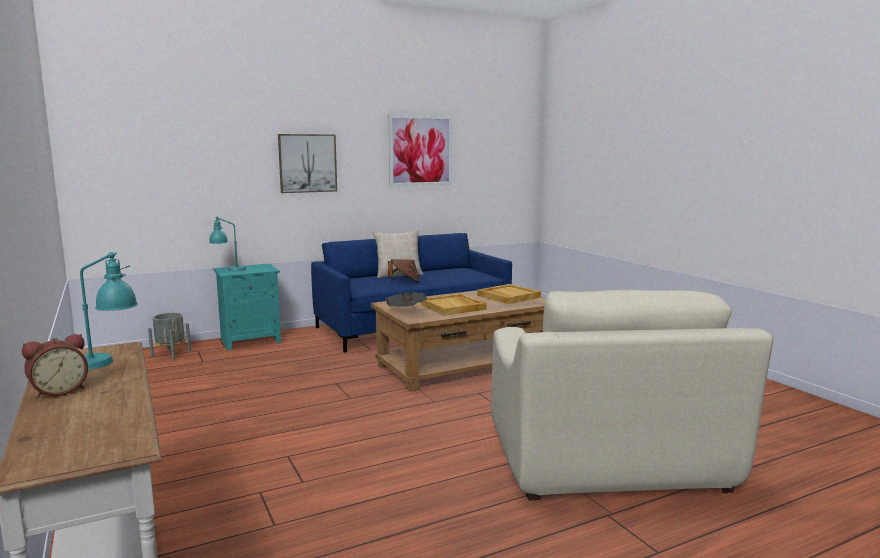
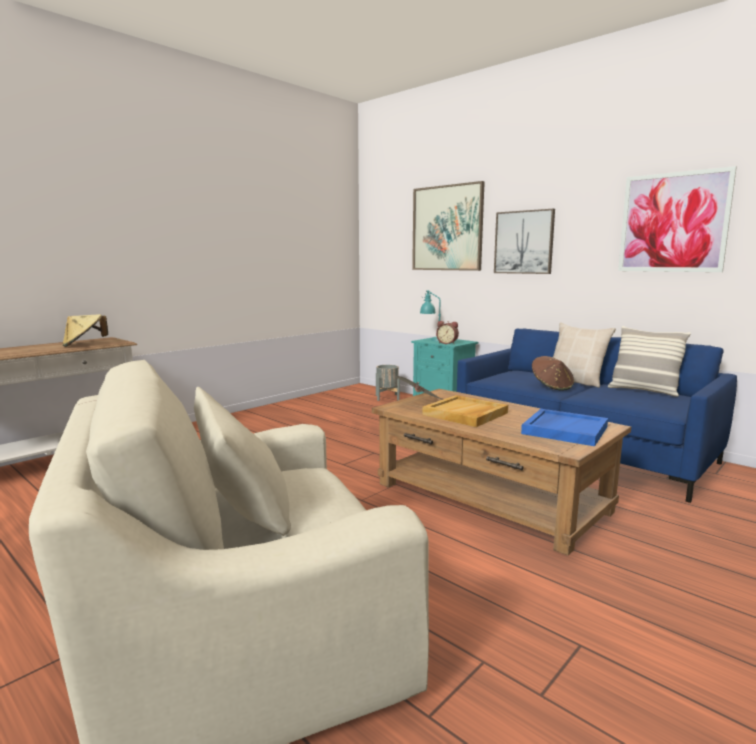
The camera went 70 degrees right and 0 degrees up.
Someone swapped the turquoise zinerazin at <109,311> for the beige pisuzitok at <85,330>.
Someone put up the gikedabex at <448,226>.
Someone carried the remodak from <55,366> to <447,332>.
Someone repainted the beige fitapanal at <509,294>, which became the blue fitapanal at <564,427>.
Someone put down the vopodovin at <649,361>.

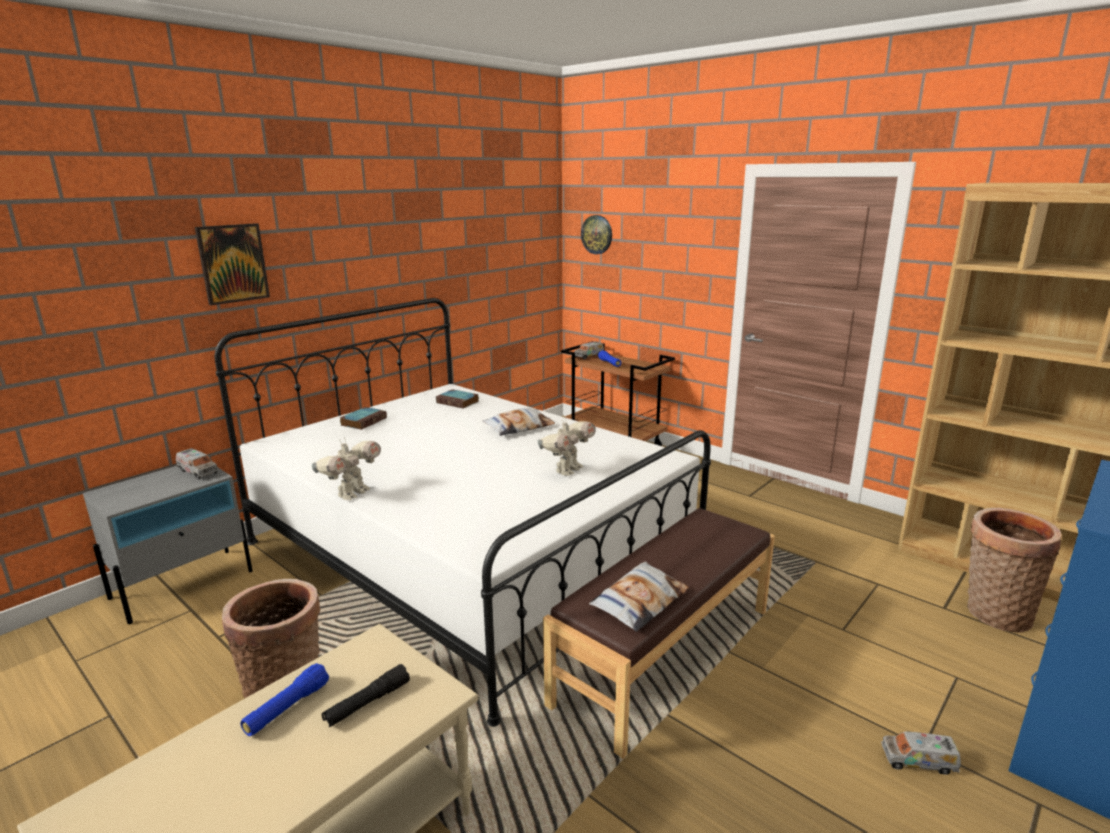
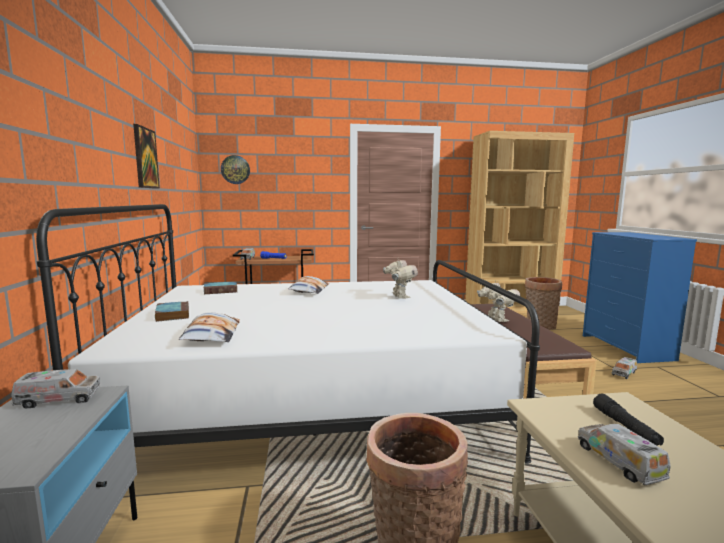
The camera went 50 degrees left and 10 degrees down.
Someone carried the gikedabex from <232,264> to <146,156>.
Someone carried the vopodovin from <639,596> to <209,327>.
Someone carried the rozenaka from <346,468> to <499,301>.
Someone swapped the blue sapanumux at <284,699> for the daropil at <624,454>.

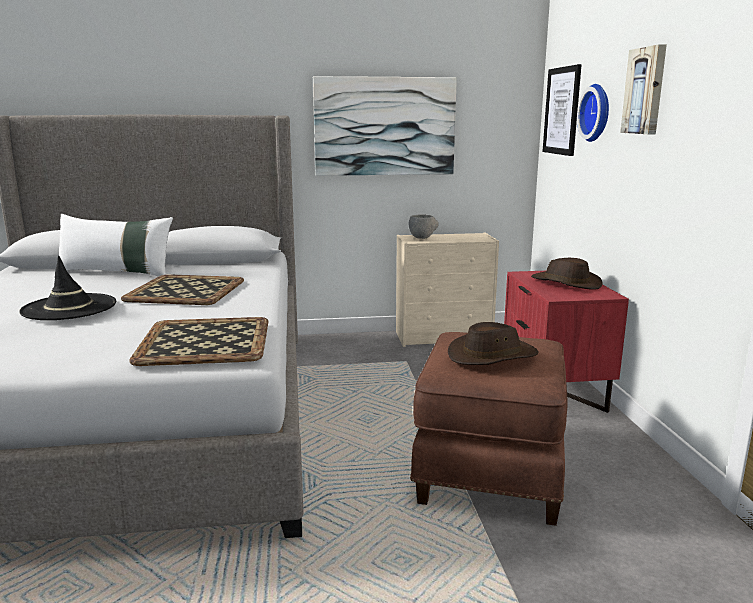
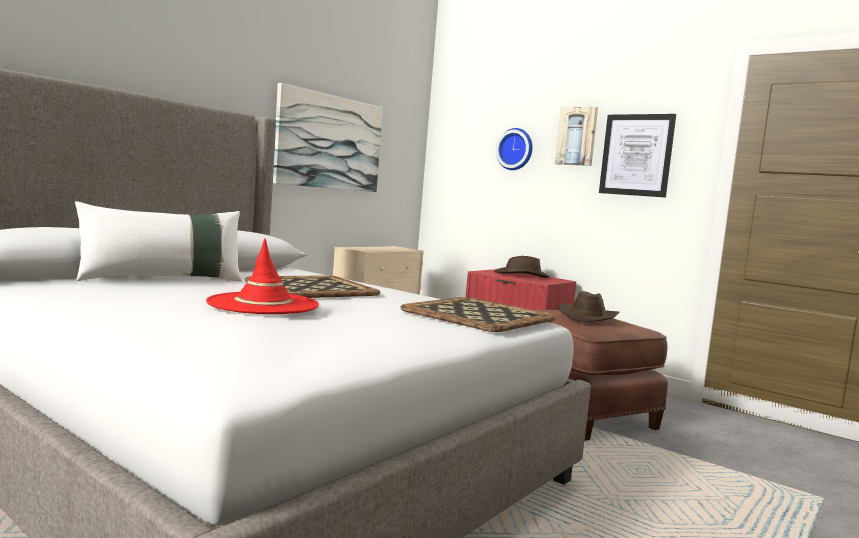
The camera went 45 degrees left and 10 degrees down.
Someone repainted the black pisuzitok at <67,288>, which became the red pisuzitok at <262,276>.
Someone carried the gikedabex from <562,110> to <637,155>.
Someone took away the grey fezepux at <424,226>.

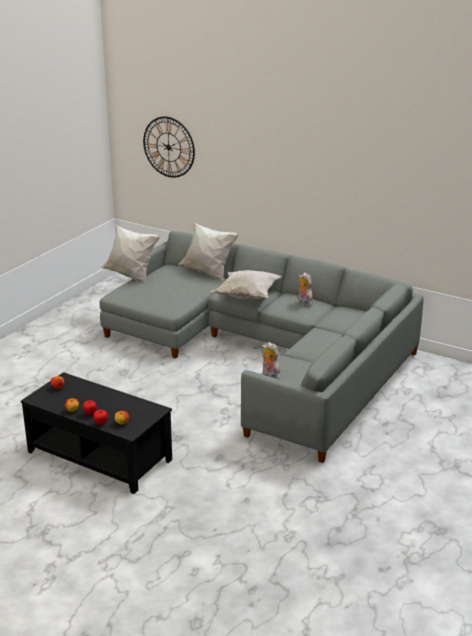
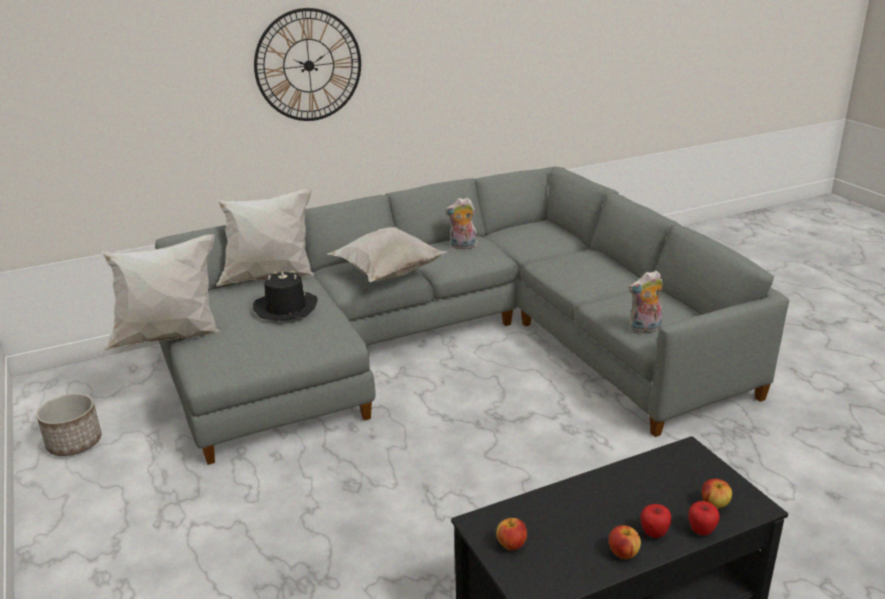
The camera went 55 degrees left and 0 degrees up.
Someone put down the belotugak at <69,424>.
Someone put down the black pisuzitok at <285,296>.
Someone carried the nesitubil from <169,147> to <307,64>.

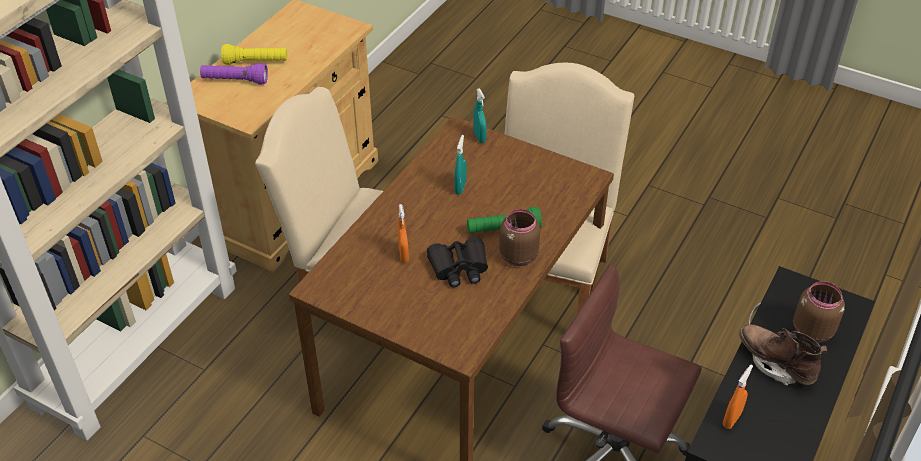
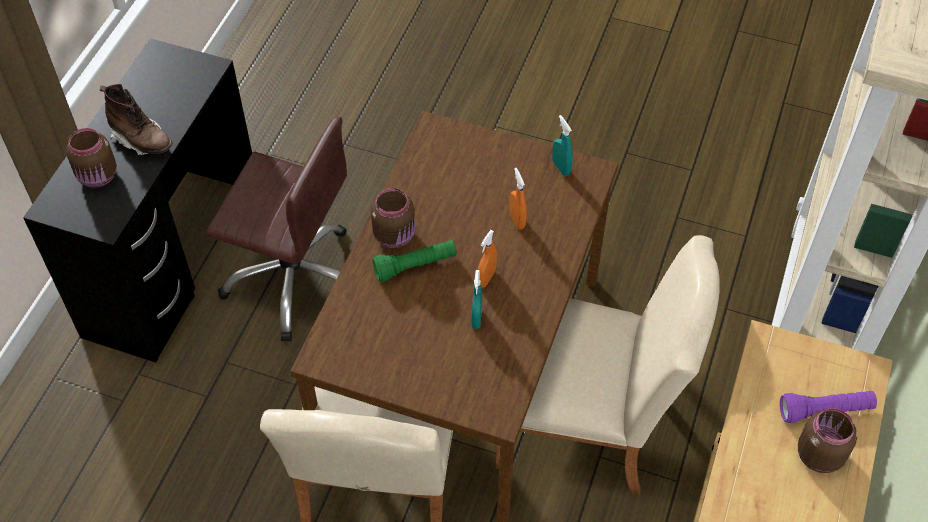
The camera went 170 degrees right and 10 degrees up.
Someone carried the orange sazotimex from <738,397> to <487,259>.
Someone carried the turquoise sazotimex from <480,115> to <562,145>.
Someone swapped the yellow sapanumux at <254,54> for the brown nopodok at <827,440>.
Someone took away the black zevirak at <457,262>.

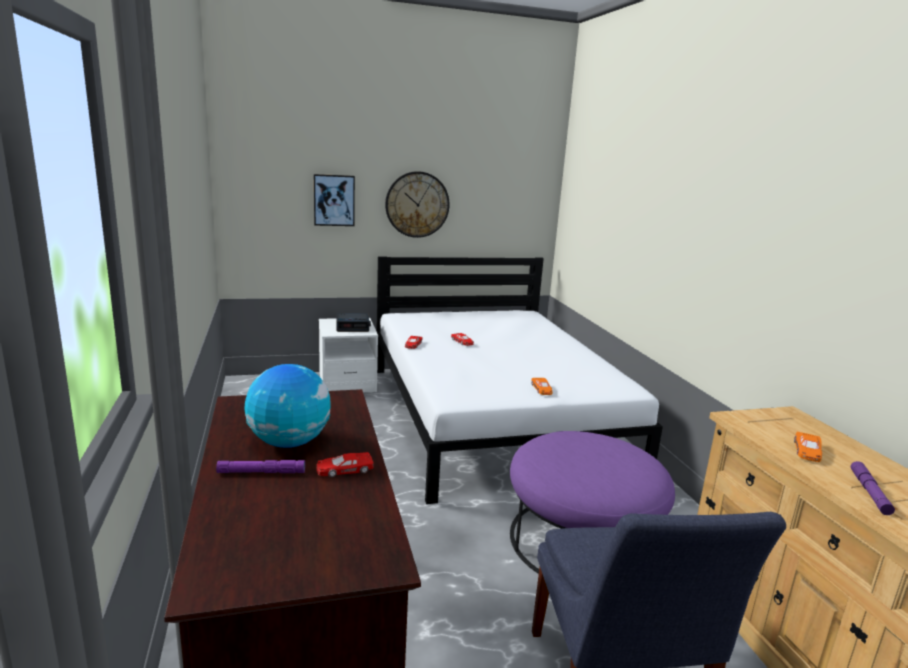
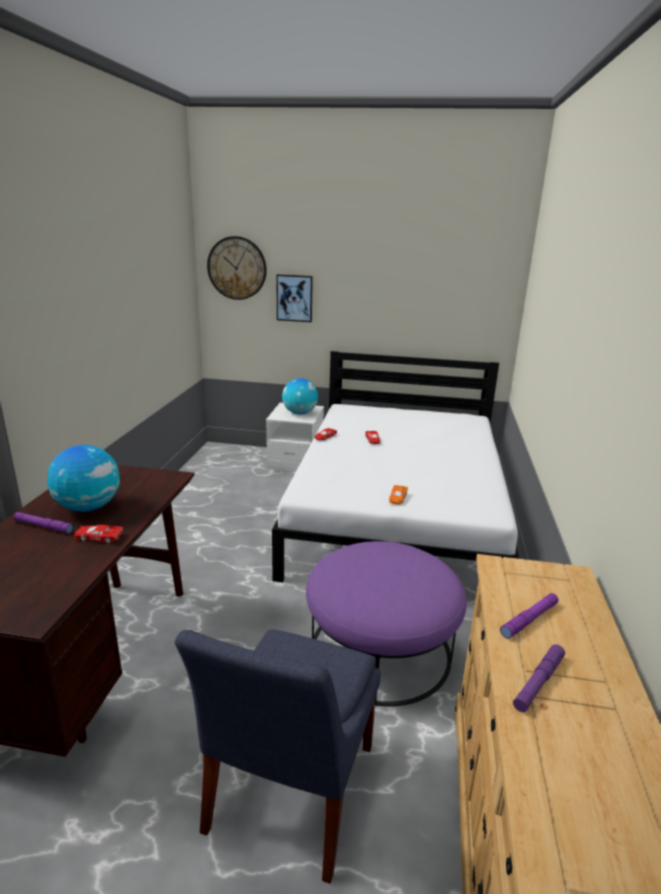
The camera went 25 degrees right and 5 degrees up.
Someone carried the nesitubil from <417,204> to <237,268>.
Someone swapped the remodak at <354,322> for the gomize at <300,396>.
Someone swapped the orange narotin at <808,447> for the purple sapanumux at <529,616>.

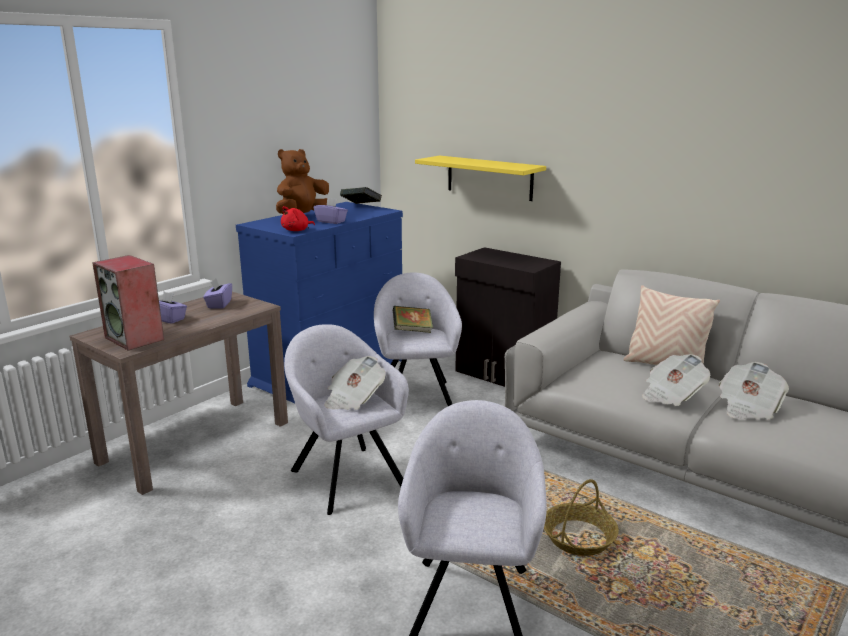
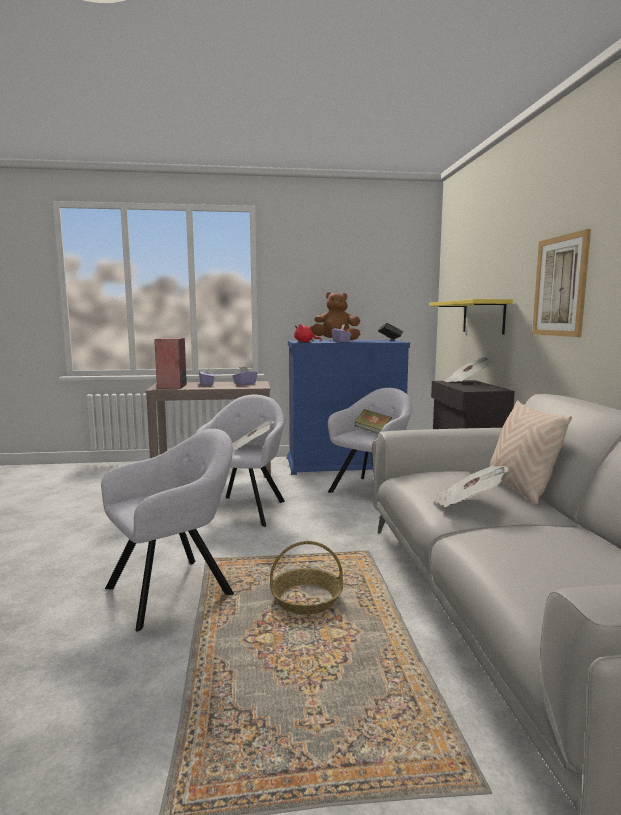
The camera went 45 degrees right and 10 degrees down.
Someone carried the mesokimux from <754,391> to <467,369>.
Someone put up the gikedabex at <561,283>.

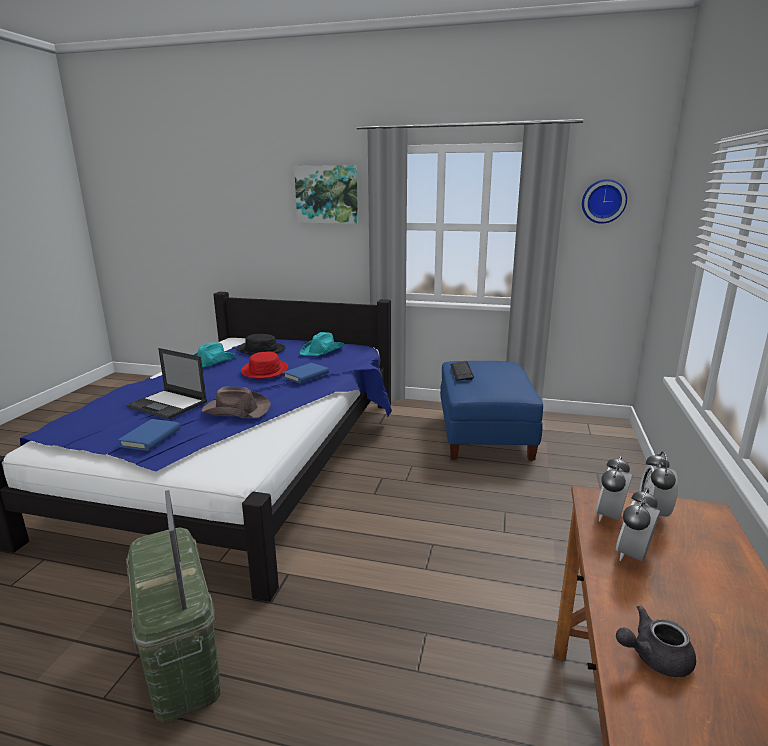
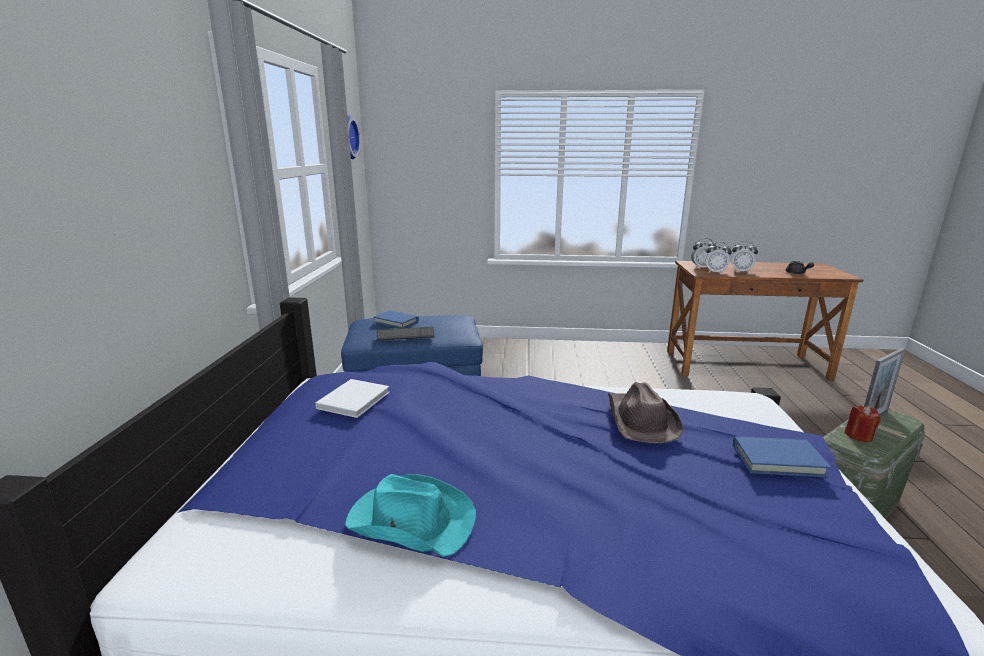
The camera went 100 degrees left and 0 degrees up.
Someone swapped the turquoise pisuzitok at <322,344> for the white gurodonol at <353,398>.
Someone carried the blue gurodonol from <306,373> to <396,319>.
Someone put down the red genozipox at <862,423>.
Someone took away the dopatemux at <167,383>.
Someone took away the black pisuzitok at <261,344>.
Someone took away the red pisuzitok at <264,365>.
Someone took away the gikedabex at <326,194>.

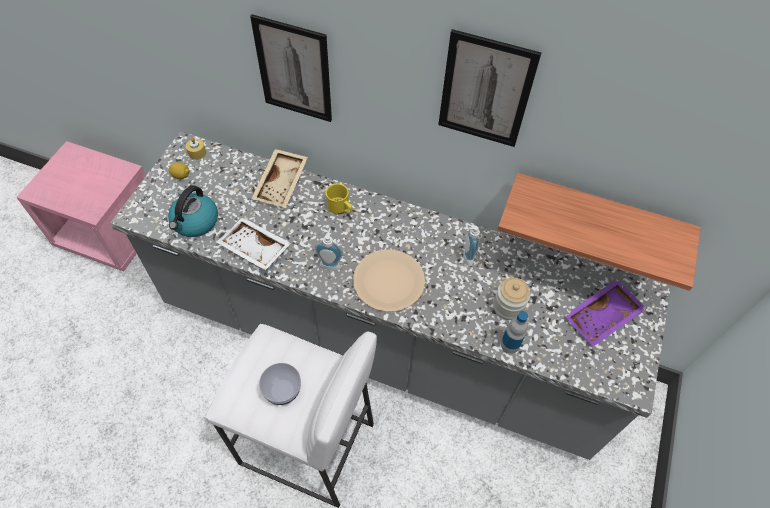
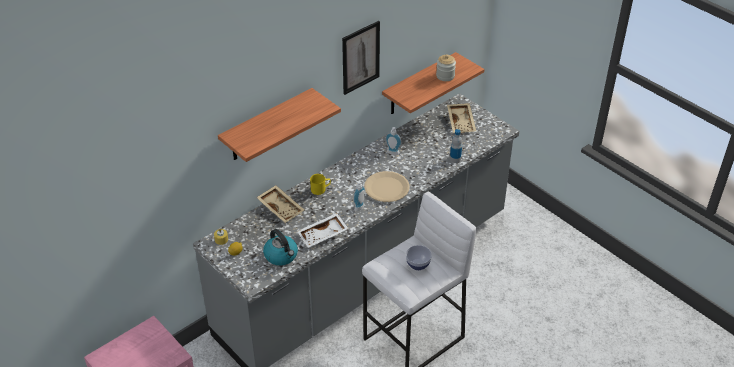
The camera went 60 degrees left and 15 degrees down.
Someone swapped the gikedabex at <291,68> for the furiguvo at <279,125>.
Someone carried the nopodok from <511,298> to <446,68>.
Someone repainted the purple fitapanal at <605,313>, which became the beige fitapanal at <461,118>.

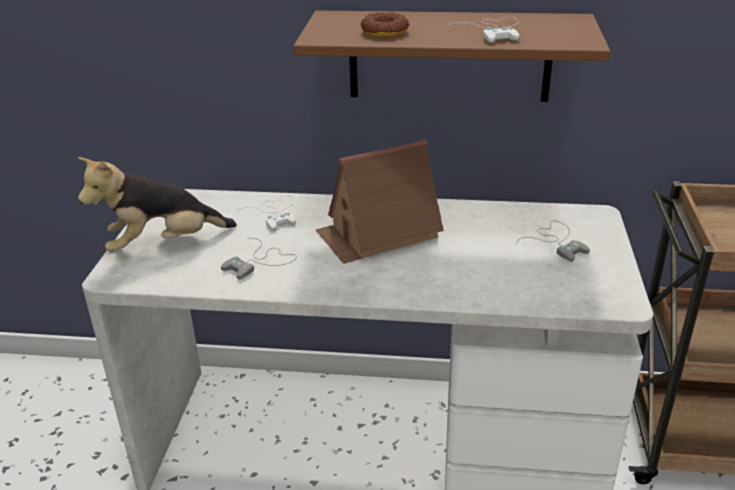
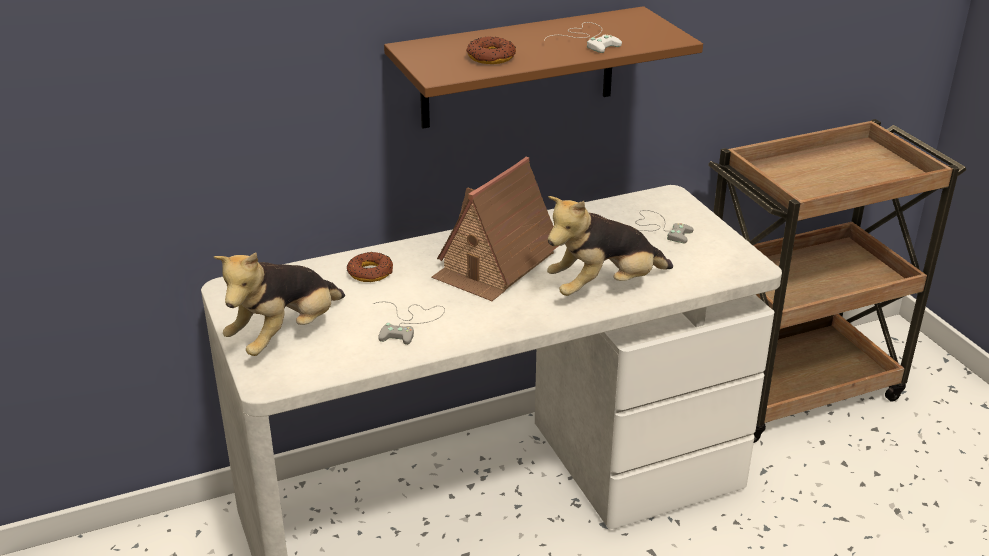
The camera went 30 degrees left and 0 degrees up.
Someone swapped the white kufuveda at <266,213> for the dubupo at <370,267>.
Someone put down the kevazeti at <610,246>.

